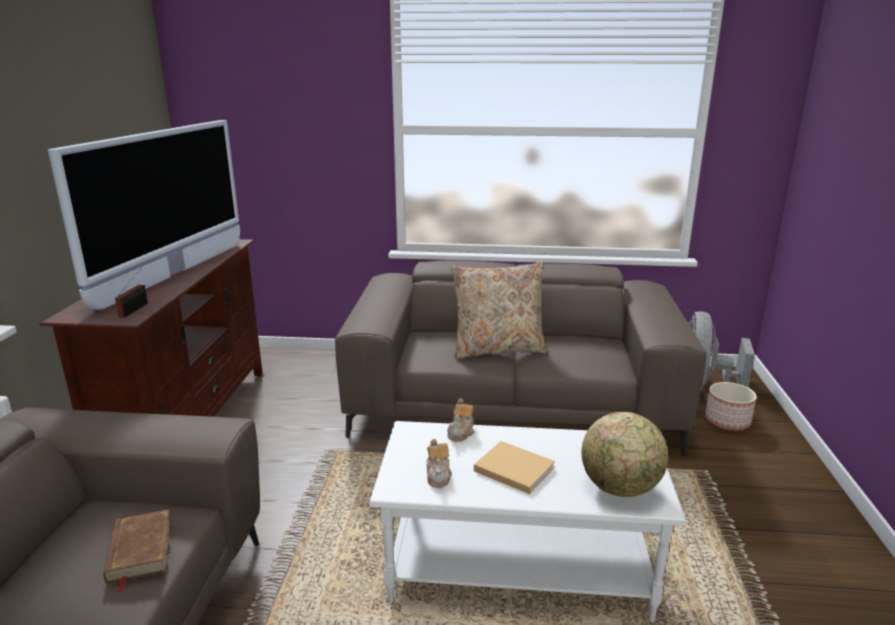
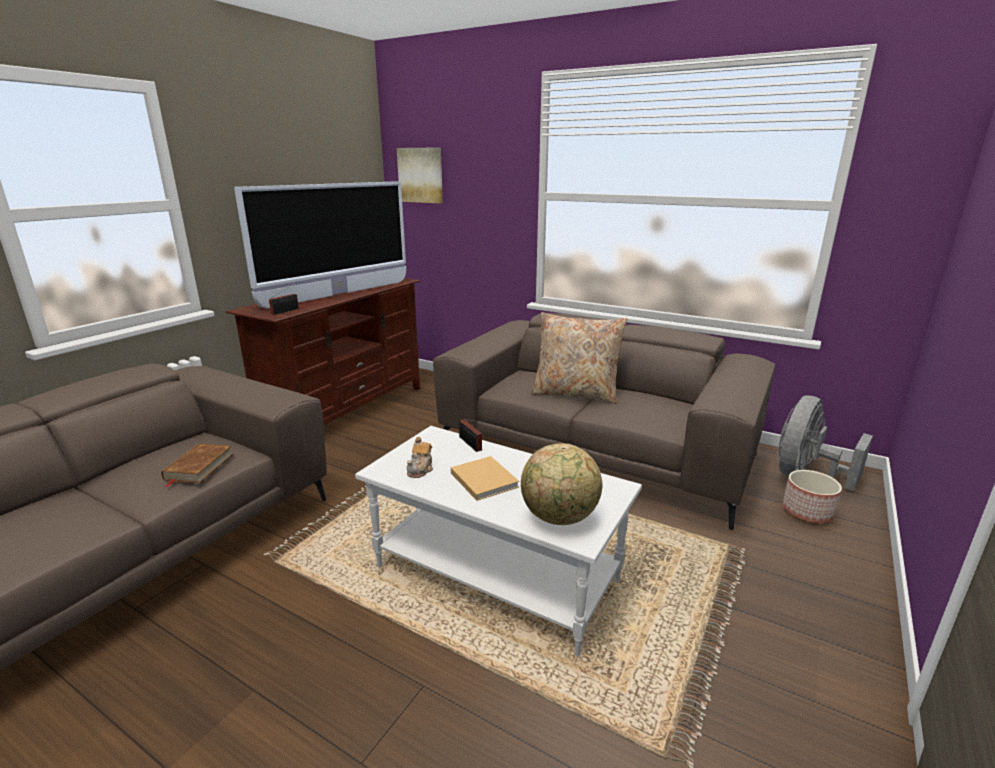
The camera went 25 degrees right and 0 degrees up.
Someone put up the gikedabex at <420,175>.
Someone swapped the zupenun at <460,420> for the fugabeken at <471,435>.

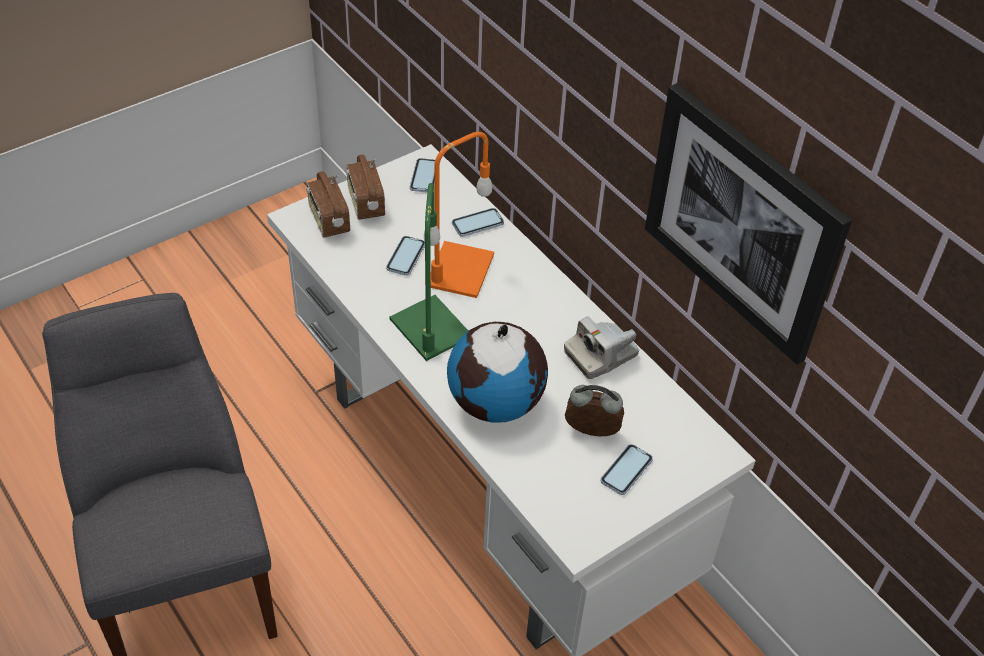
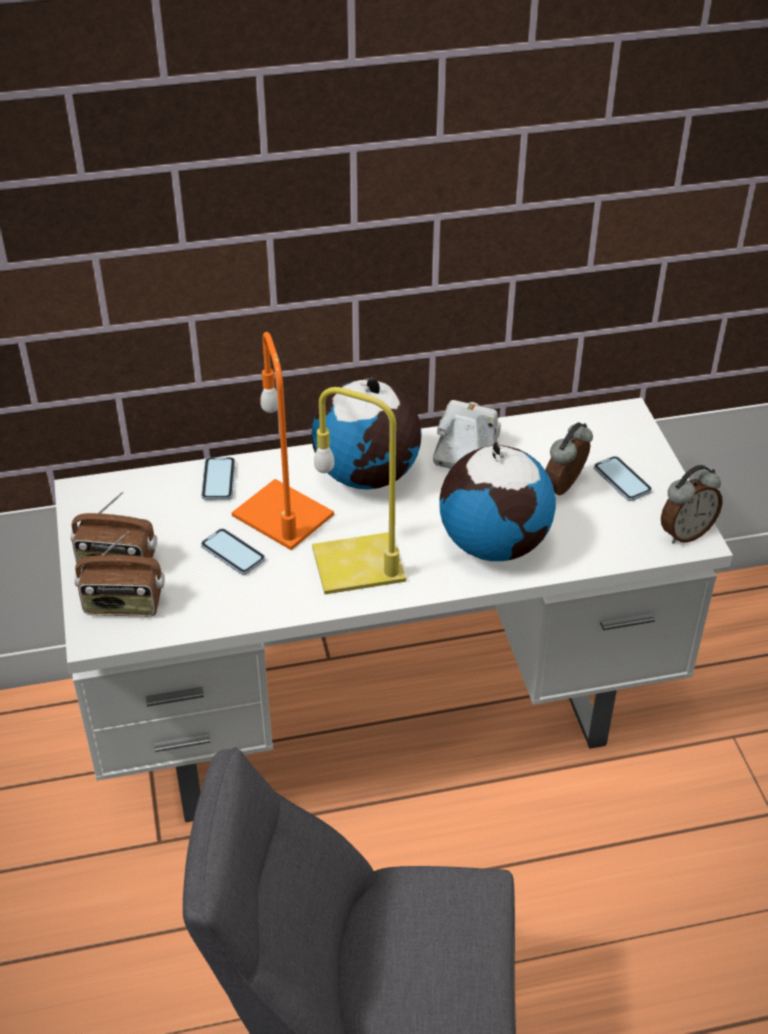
The camera went 65 degrees left and 5 degrees down.
Someone put down the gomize at <366,434>.
Someone repainted the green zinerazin at <429,272>, which became the yellow zinerazin at <359,490>.
Someone rotated the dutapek at <601,347> by 150 degrees counterclockwise.
Someone put down the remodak at <692,504>.
Someone took away the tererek at <422,175>.
Someone took away the gikedabex at <748,224>.

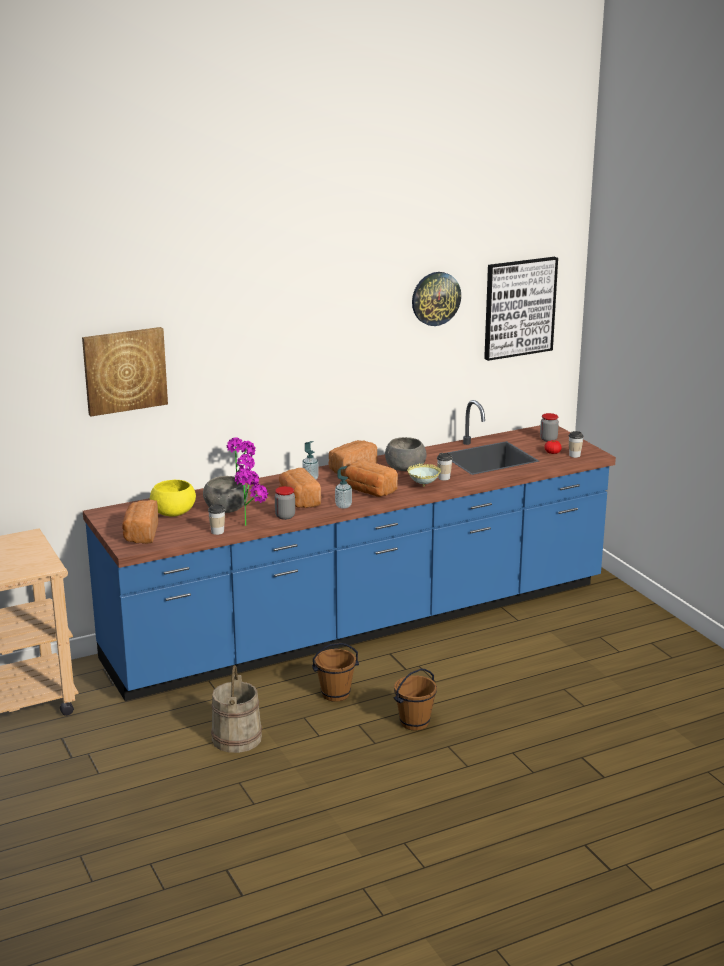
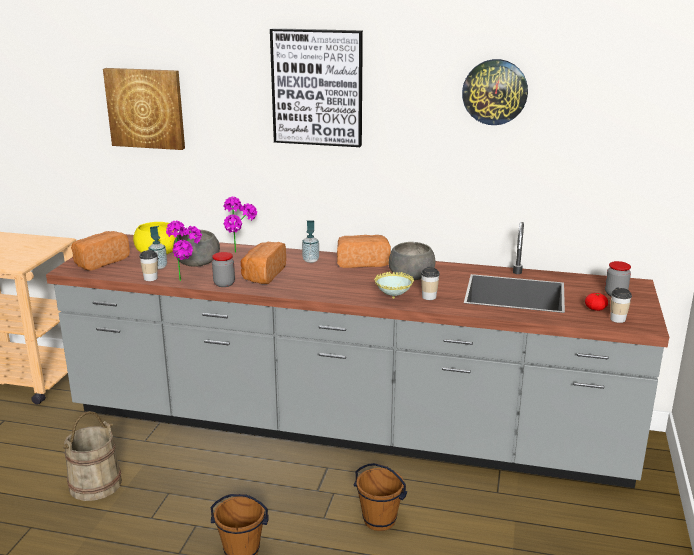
The camera went 40 degrees right and 0 degrees up.
Someone repainted the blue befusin at <349,550>, which became the grey befusin at <357,355>.
Someone carried the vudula from <343,487> to <157,247>.
Someone carried the gikedabex from <521,309> to <316,87>.
Someone carried the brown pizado from <335,672> to <380,497>.
Someone took away the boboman at <371,478>.

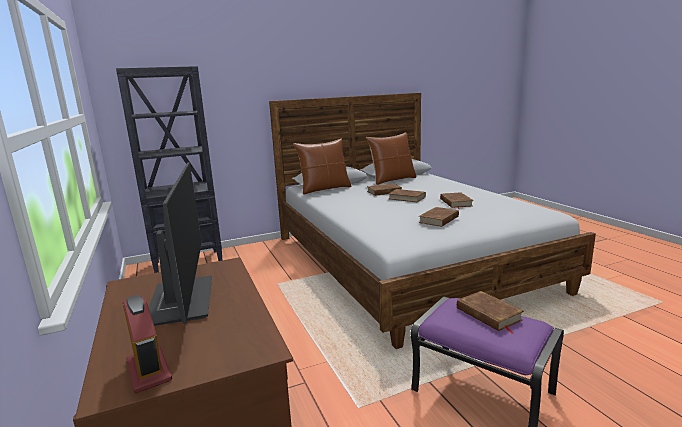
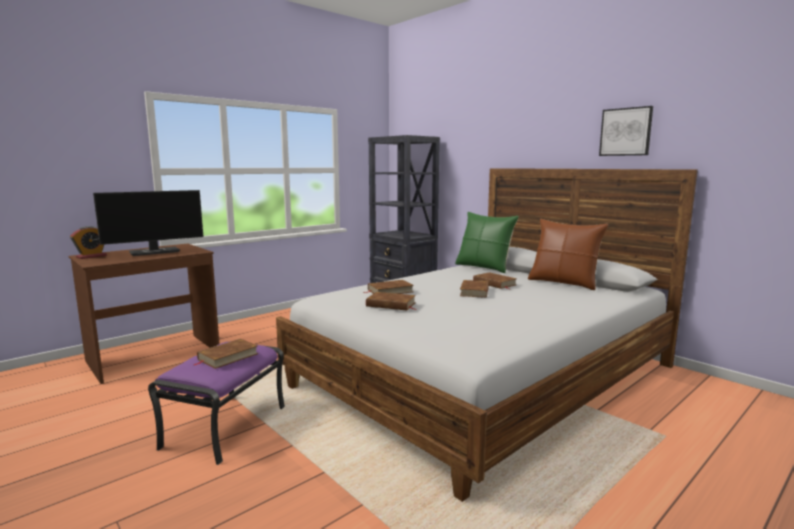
The camera went 70 degrees right and 5 degrees down.
Someone carried the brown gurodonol from <457,200> to <389,287>.
Someone repainted the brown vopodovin at <322,166>, which became the green vopodovin at <487,242>.
Someone put up the gikedabex at <626,131>.

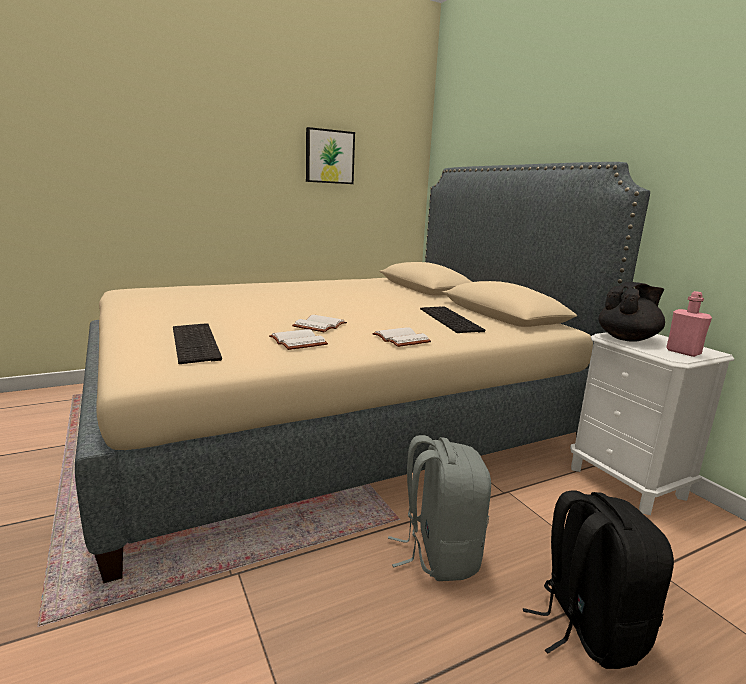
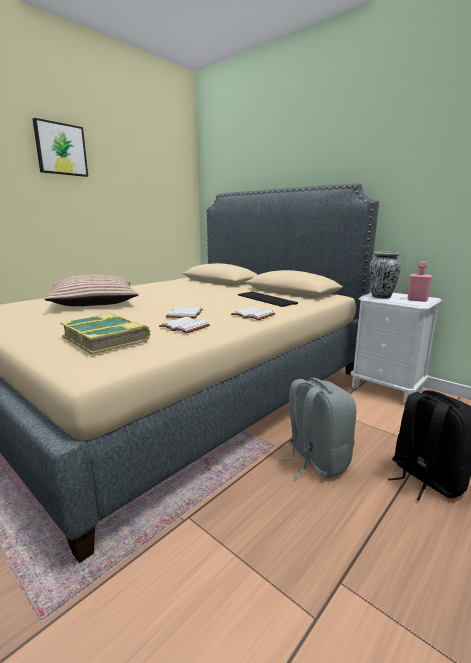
The camera went 20 degrees left and 0 degrees up.
Someone carried the gikedabex from <330,155> to <60,147>.
Someone put down the vopodovin at <91,290>.
Someone swapped the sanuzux at <197,343> for the gurodonol at <105,334>.
Someone swapped the black zupenun at <632,312> for the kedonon at <385,274>.

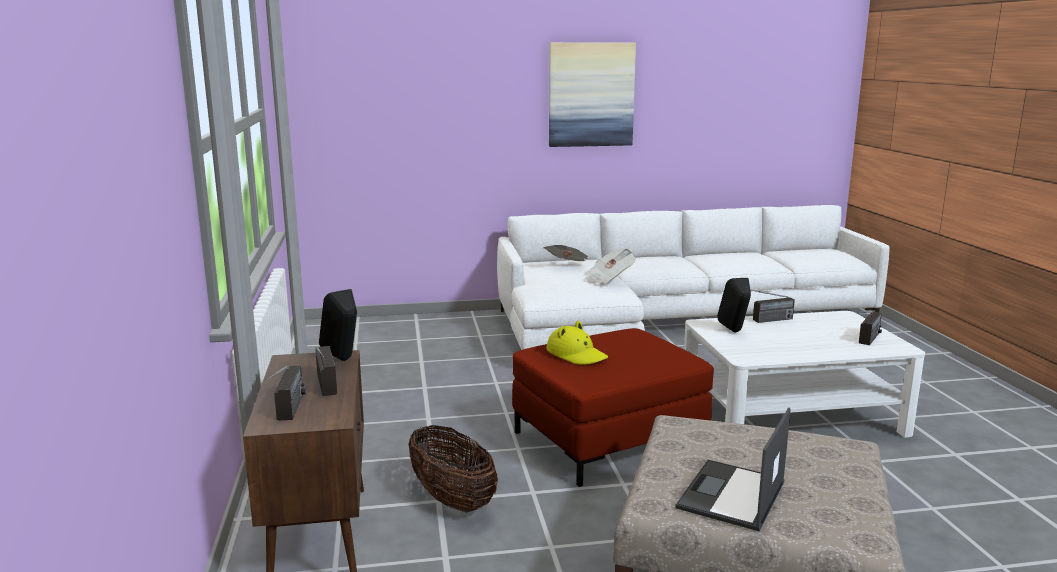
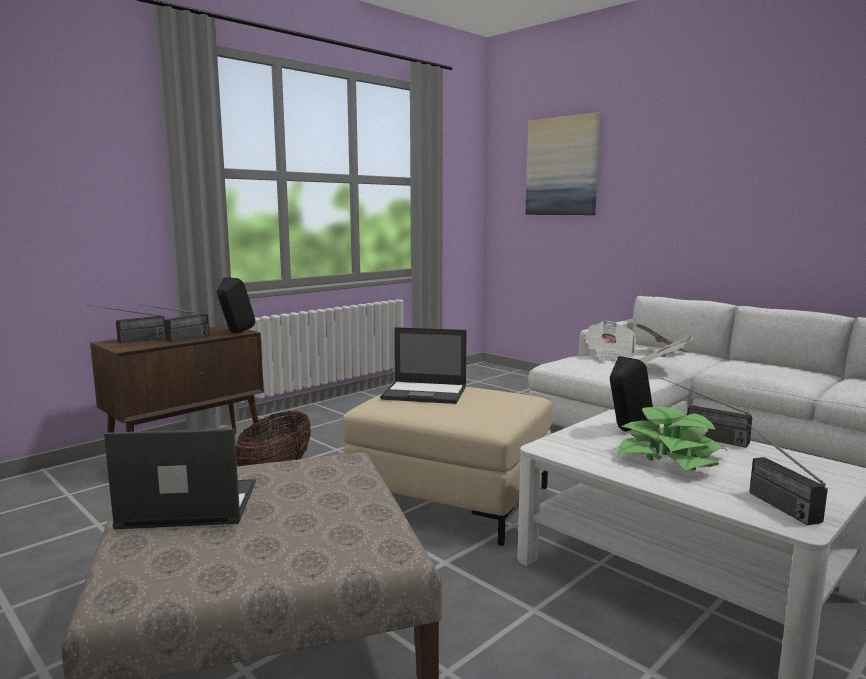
The camera went 55 degrees right and 5 degrees down.
Someone repainted the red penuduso at <613,407>, which became the beige penuduso at <447,466>.
Someone swapped the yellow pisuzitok at <577,343> for the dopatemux at <423,365>.
Someone carried the gikedabex from <592,94> to <563,163>.
Someone put down the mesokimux at <610,341>.
Someone put down the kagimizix at <671,438>.
Someone rotated the fugabeken at <870,328> by 75 degrees clockwise.

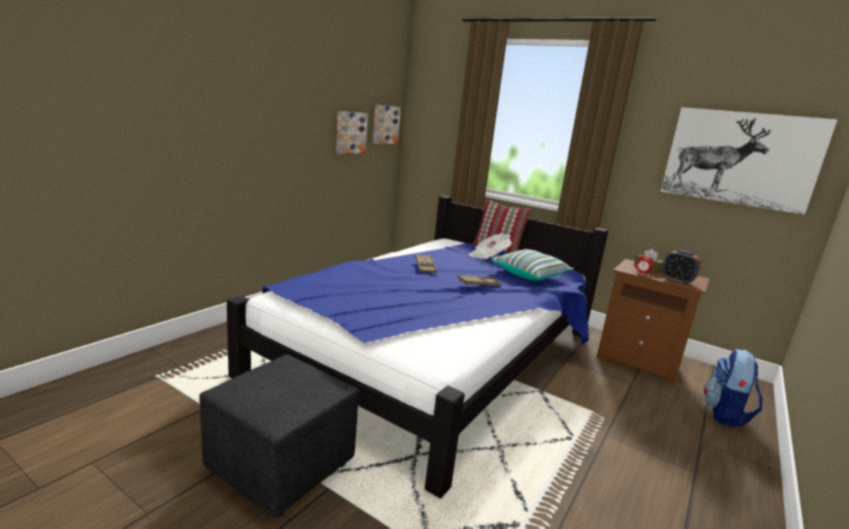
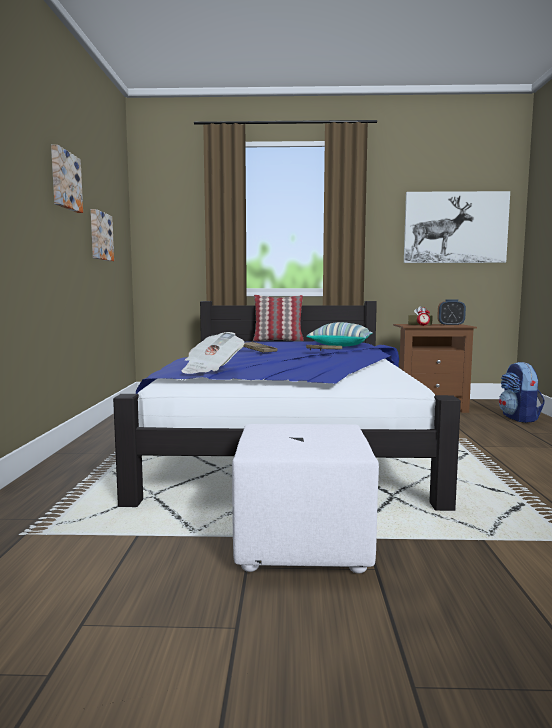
The camera went 30 degrees left and 10 degrees down.
Someone carried the gikedabex from <387,124> to <67,178>.
Someone carried the mesokimux from <490,246> to <212,353>.
Someone repainted the black penuduso at <279,435>, which became the white penuduso at <305,499>.

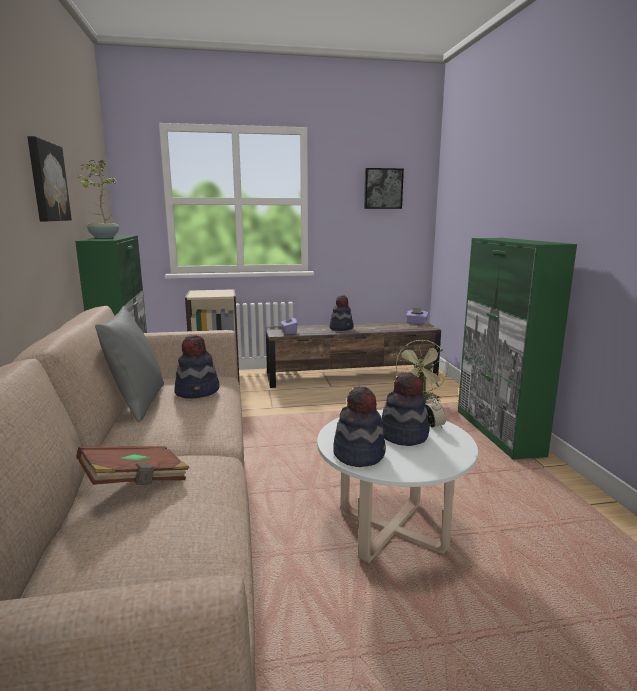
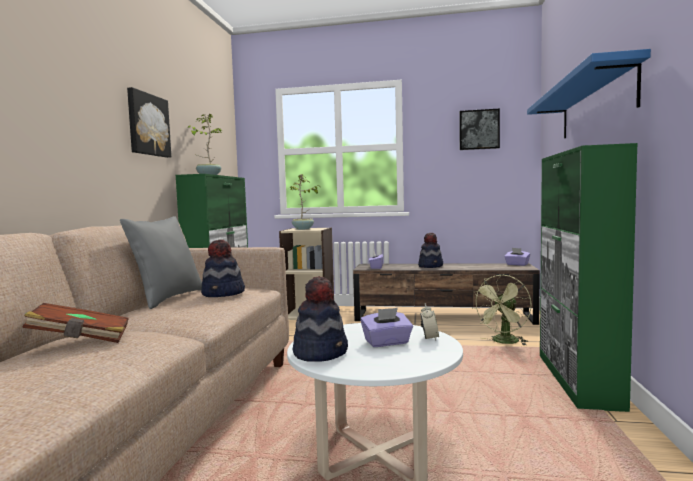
The camera went 20 degrees right and 10 degrees down.
Someone put down the kagimizix at <305,202>.
Someone swapped the pisuzitok at <405,409> for the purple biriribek at <386,327>.
Someone put up the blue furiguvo at <589,94>.

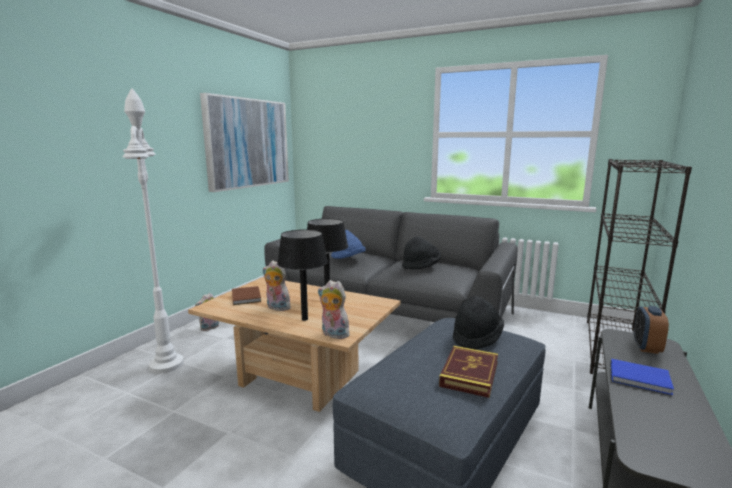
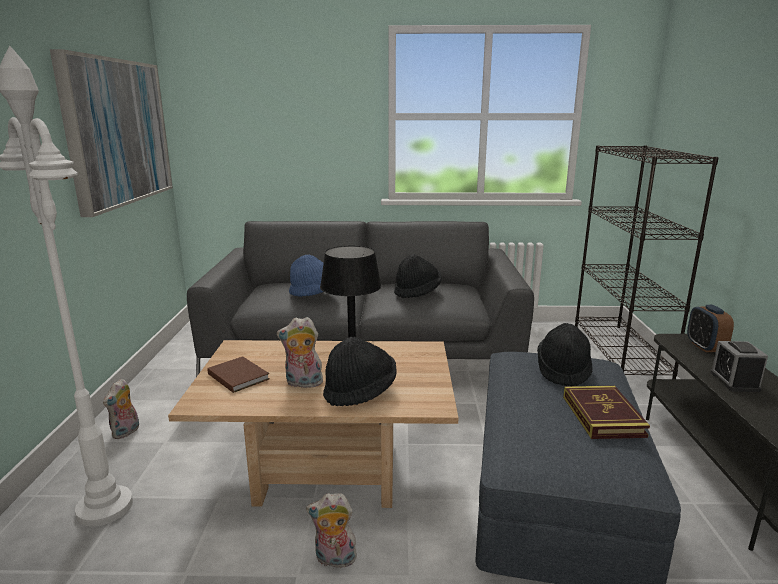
The camera went 25 degrees left and 5 degrees up.
Someone carried the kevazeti from <334,309> to <331,530>.
Someone swapped the black zinerazin at <302,275> for the black pisuzitok at <360,371>.
Someone swapped the blue gurodonol at <642,377> for the remodak at <739,366>.

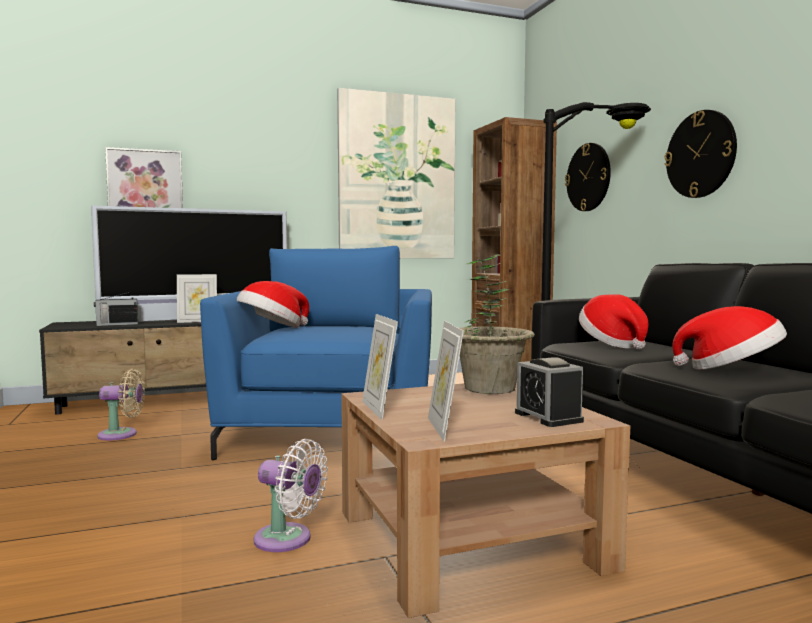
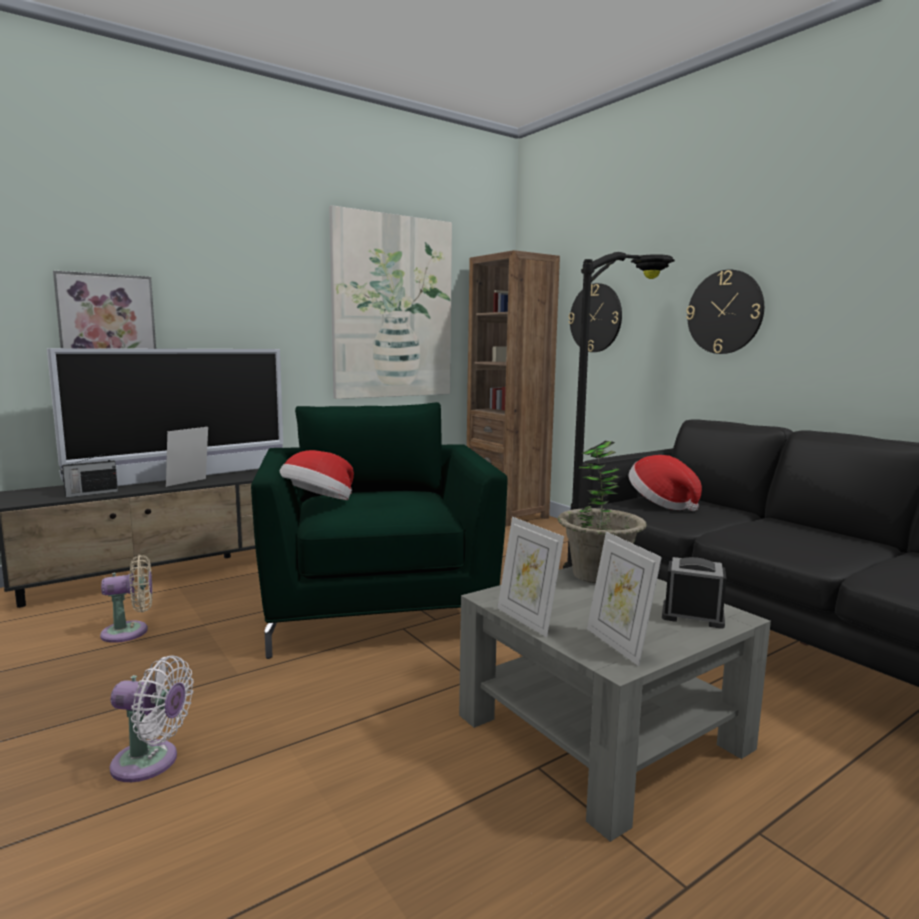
The camera went 15 degrees left and 5 degrees up.
Someone carried the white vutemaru from <291,495> to <152,718>.
Someone rotated the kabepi at <197,298> by 150 degrees clockwise.
Someone repainted the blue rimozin at <316,353>, which became the green rimozin at <379,530>.
Someone repainted the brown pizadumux at <485,500>, which became the grey pizadumux at <615,704>.
Someone rotated the remodak at <549,392> by 150 degrees clockwise.
Someone took away the pisuzitok at <729,338>.

